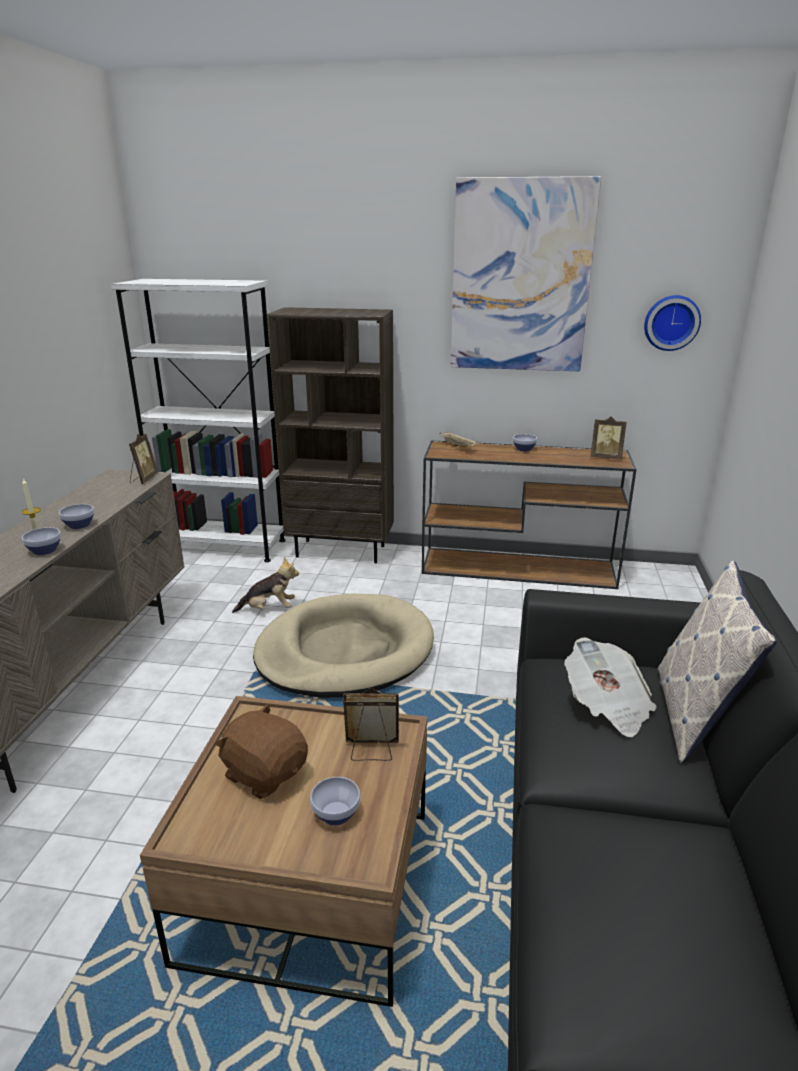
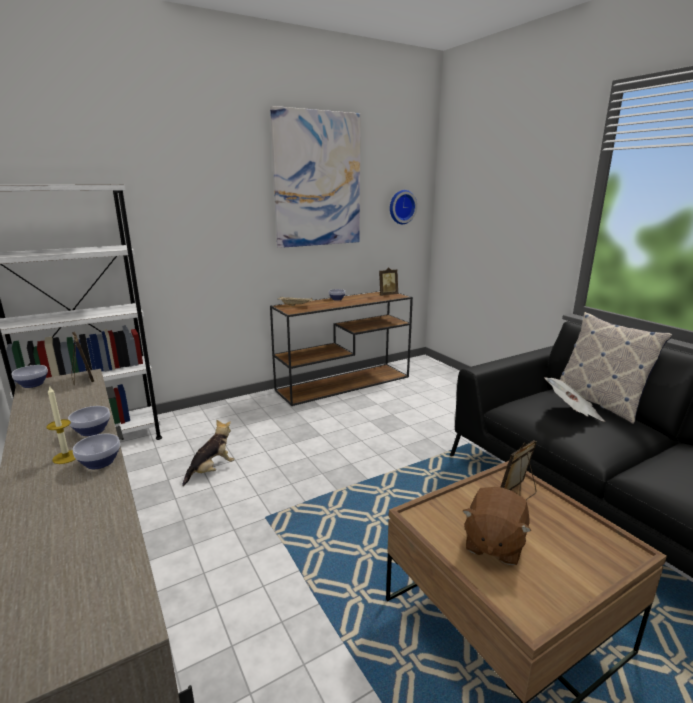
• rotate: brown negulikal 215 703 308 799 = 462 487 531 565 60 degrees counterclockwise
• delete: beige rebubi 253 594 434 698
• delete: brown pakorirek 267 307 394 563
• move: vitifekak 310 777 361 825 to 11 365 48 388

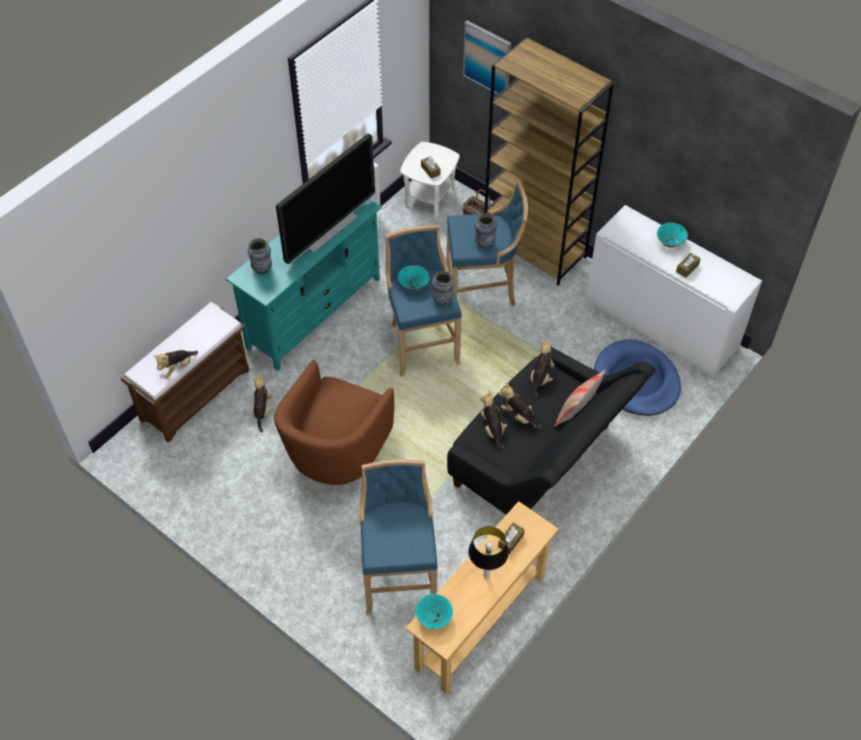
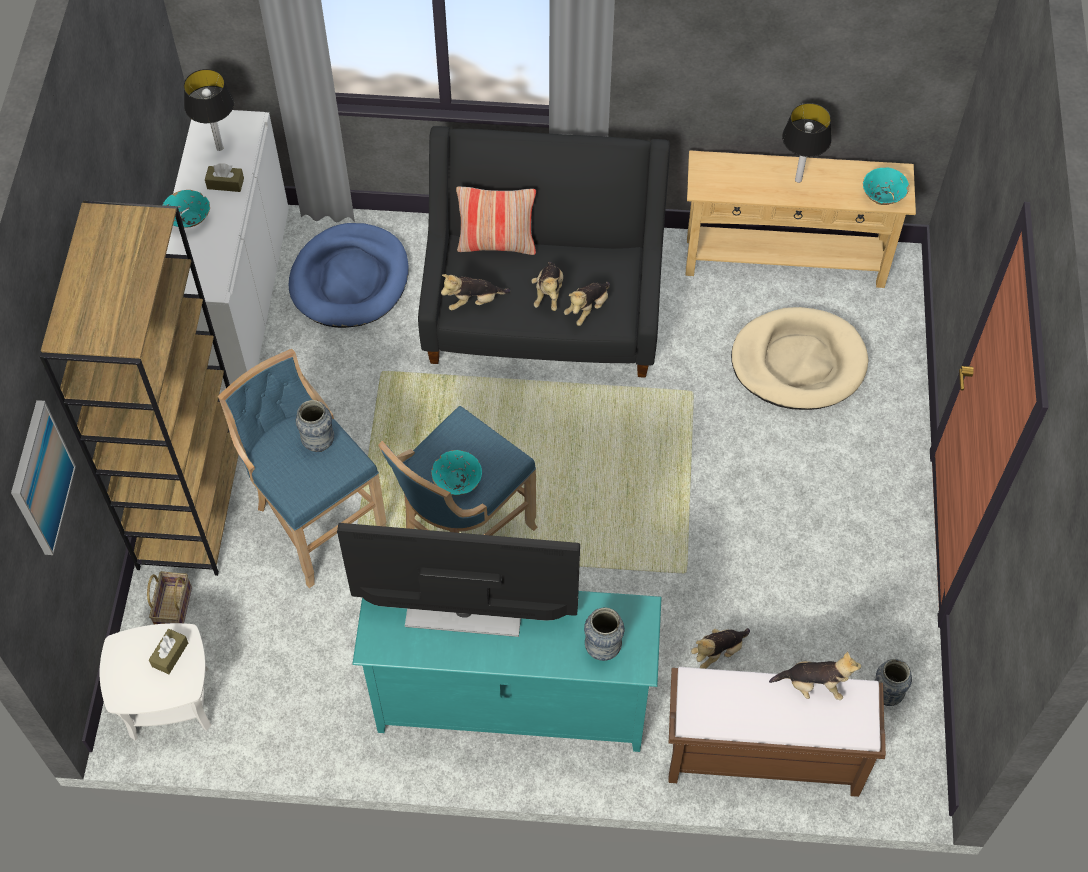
• delete: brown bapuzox 274 360 394 485
• replace: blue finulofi 360 459 438 614 to beige rebubi 731 307 868 410
• move: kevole 432 271 454 306 to 874 659 912 706
• delete: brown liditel 498 523 525 554
• insert: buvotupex 184 69 234 151

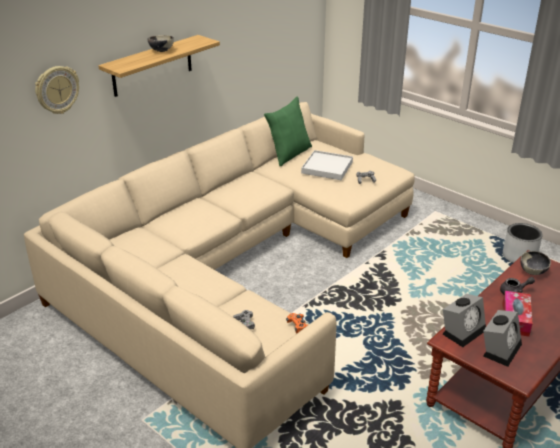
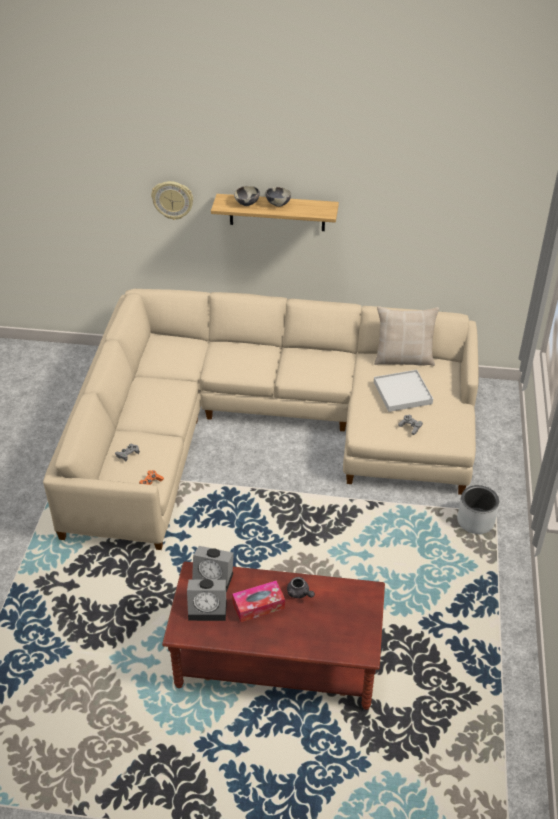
• recolor: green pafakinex 264 96 312 166 to beige pafakinex 374 306 439 366
• move: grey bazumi 503 223 543 263 to 457 485 499 534
• move: vitifekak 520 251 551 275 to 234 186 260 206

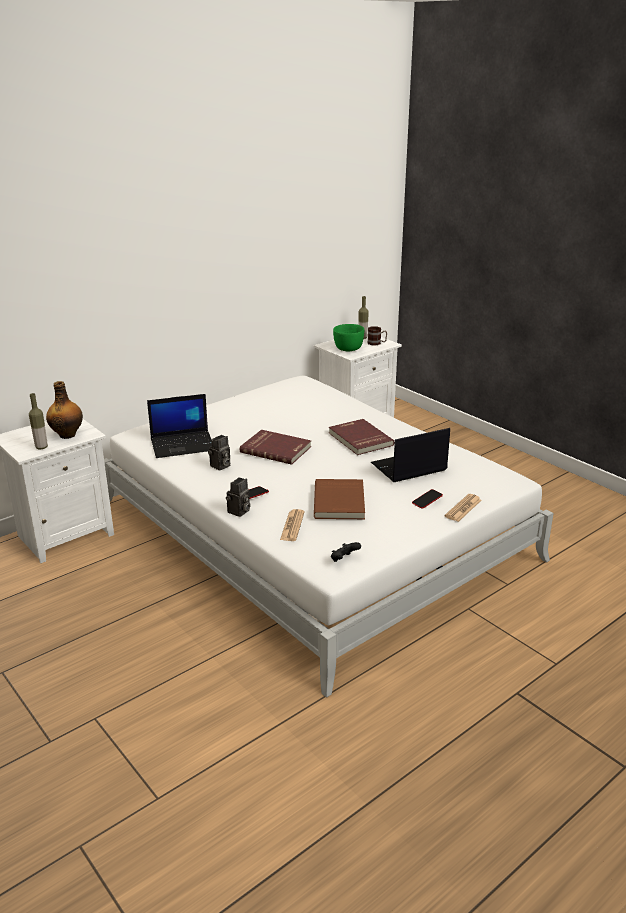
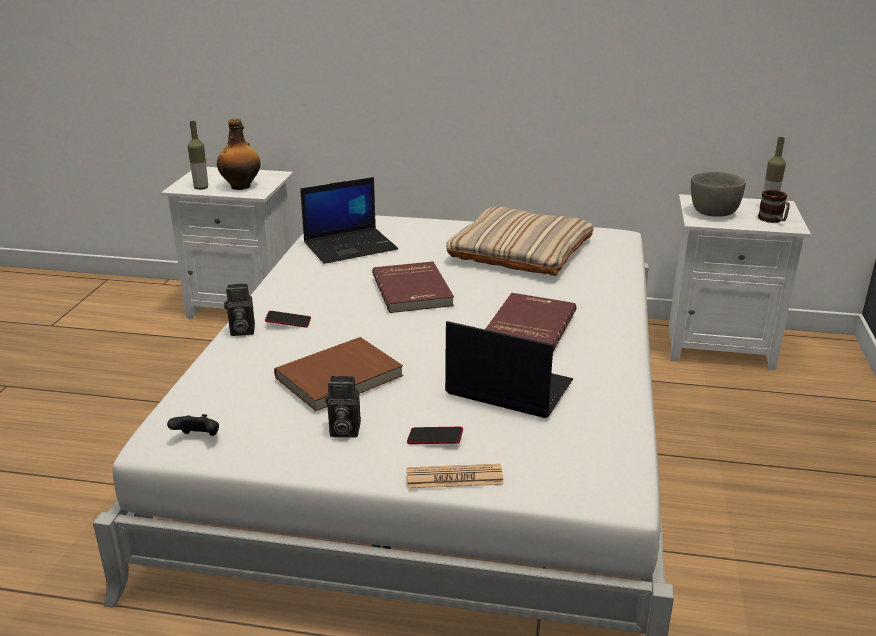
• rotate: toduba 147 394 212 458 = 300 177 398 264 60 degrees counterclockwise
• move: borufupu 208 435 230 471 to 325 376 361 438
• delete: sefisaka 280 509 305 541
• recolor: green vitifekak 333 324 364 351 to grey vitifekak 691 172 746 217
• insert: beige pafakinex 446 207 593 276

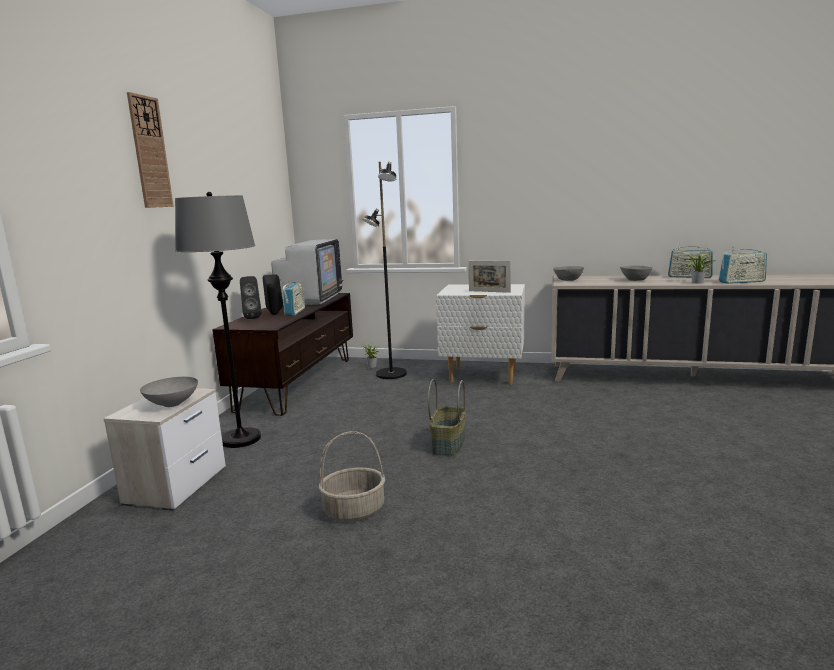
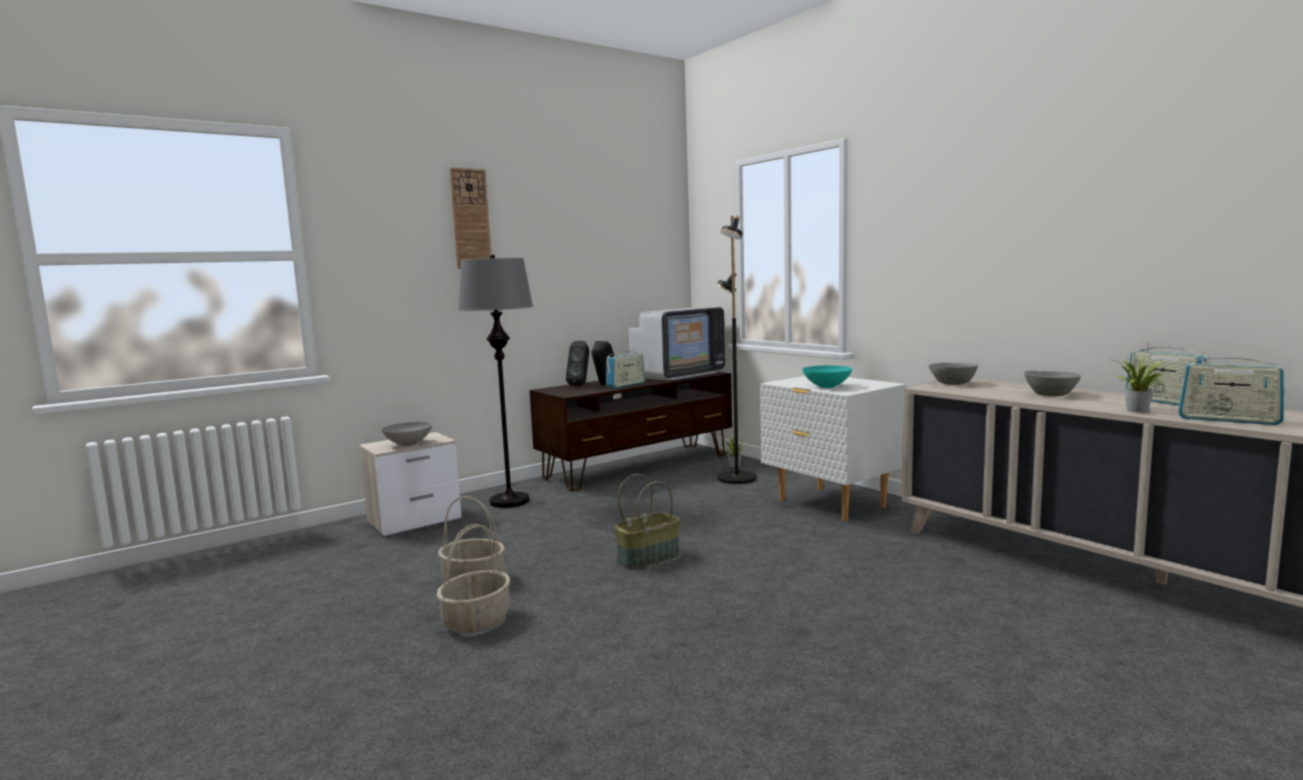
• replace: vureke 468 261 511 293 to turquoise vitifekak 802 365 852 388
• insert: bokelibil 436 524 510 633

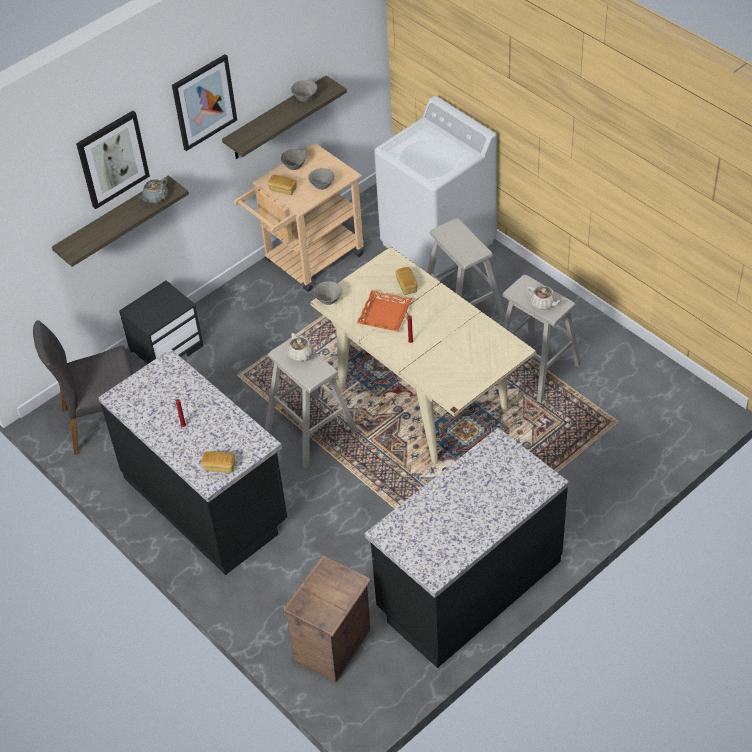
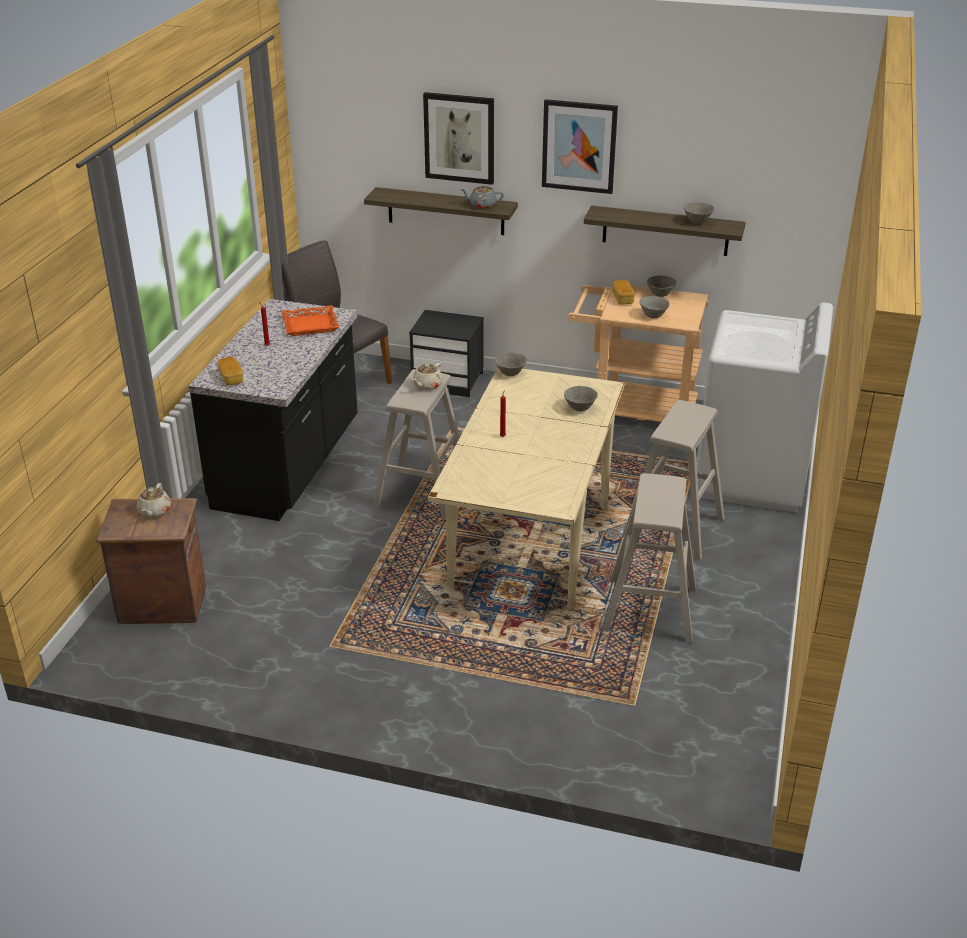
• move: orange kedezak 357 290 412 332 to 281 305 339 336
• delete: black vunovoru 365 428 569 668
• replace: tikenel 395 267 418 295 to grey vitifekak 564 386 598 411
• move: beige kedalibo 527 286 563 310 to 137 483 171 518

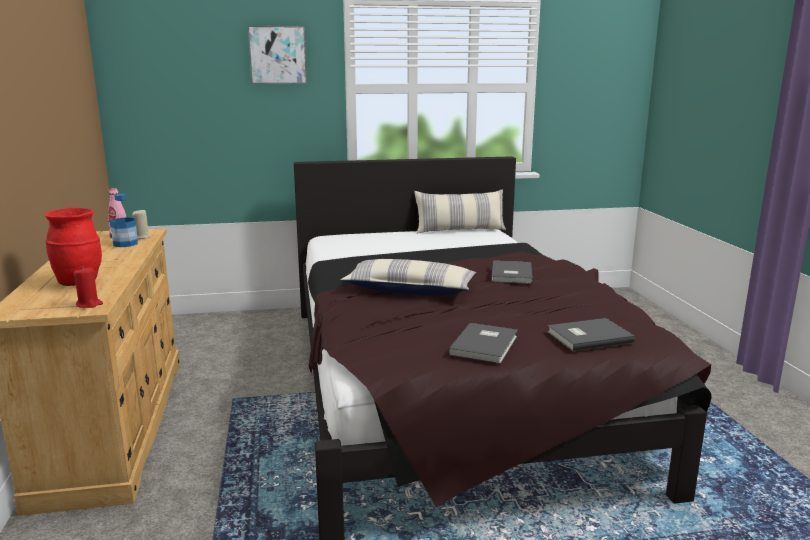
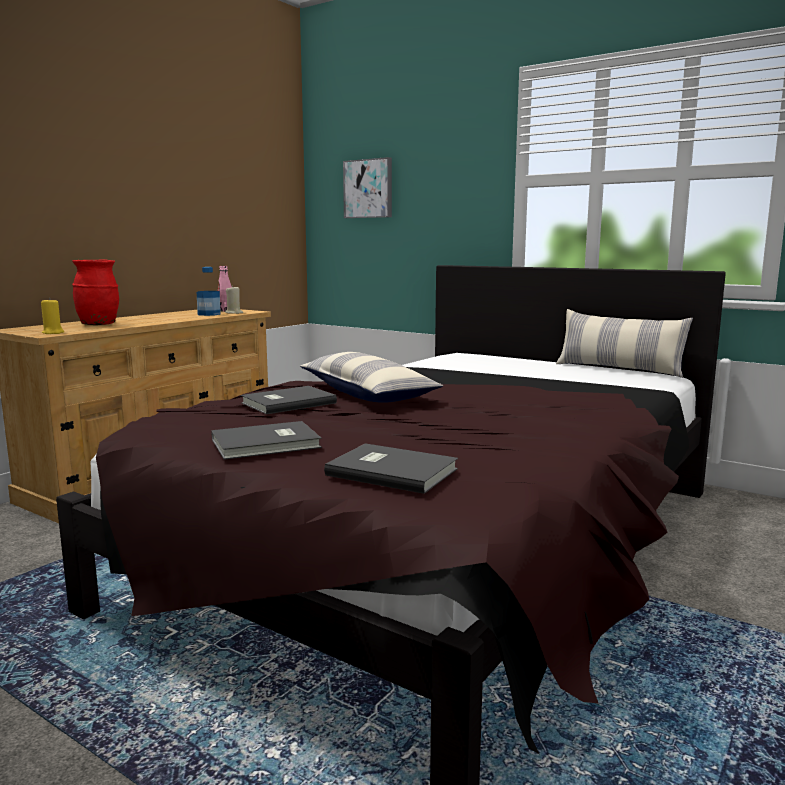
• recolor: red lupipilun 74 266 103 308 to yellow lupipilun 41 298 64 334
• move: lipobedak 248 26 307 84 to 343 157 392 218
• move: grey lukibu 491 261 533 284 to 241 386 337 414

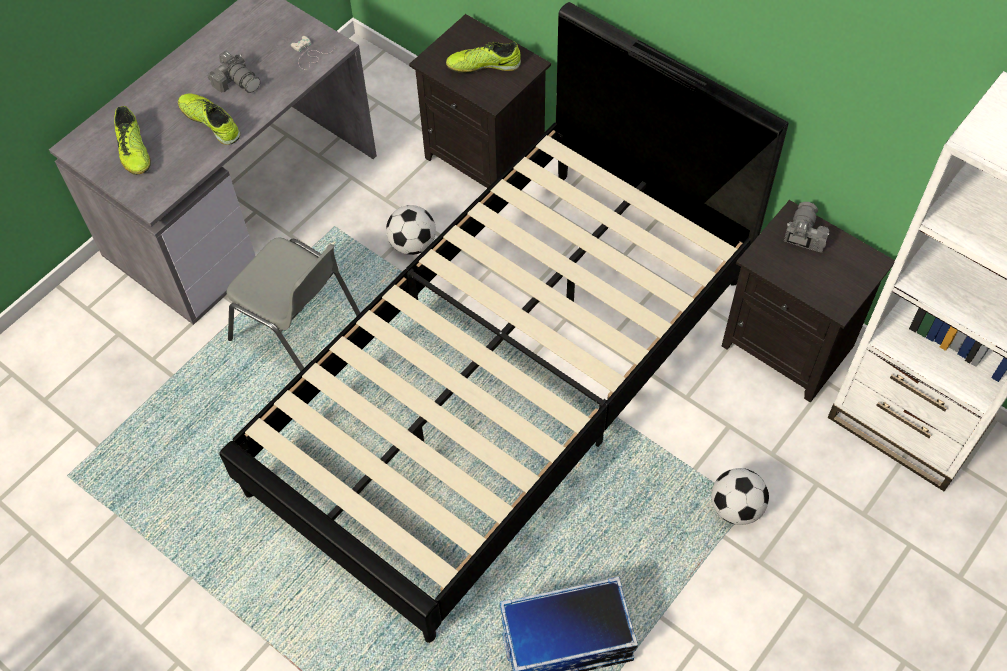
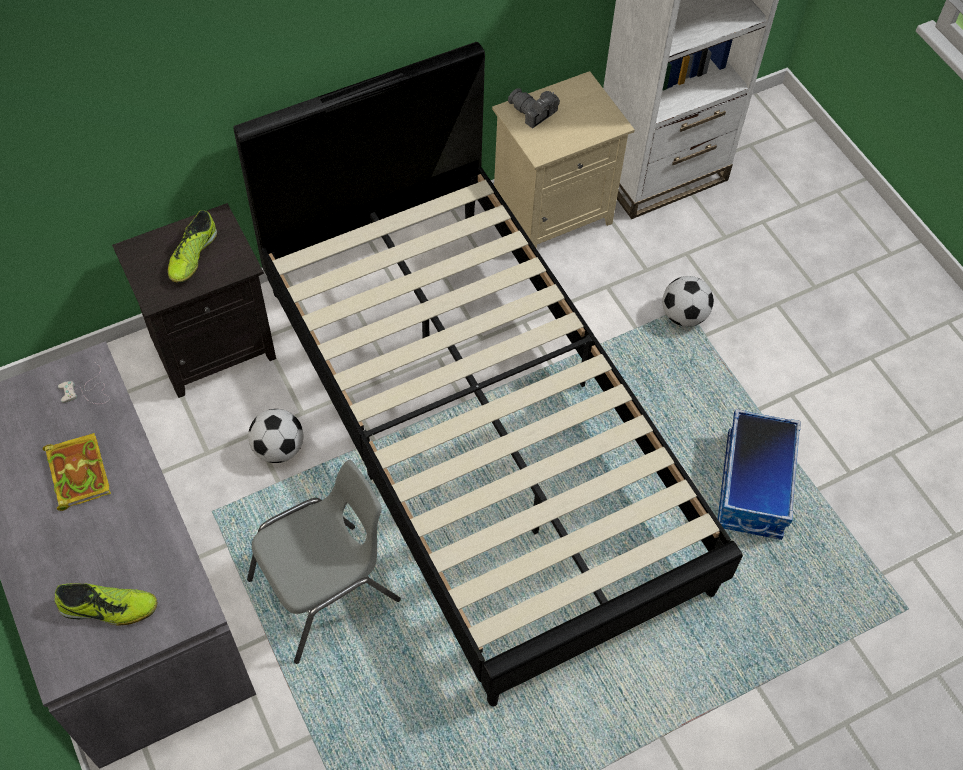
• delete: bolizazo 178 94 240 145
• replace: borufupu 208 51 260 93 to lukibu 43 433 111 511
• recolor: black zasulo 722 200 895 403 to beige zasulo 492 71 635 249

